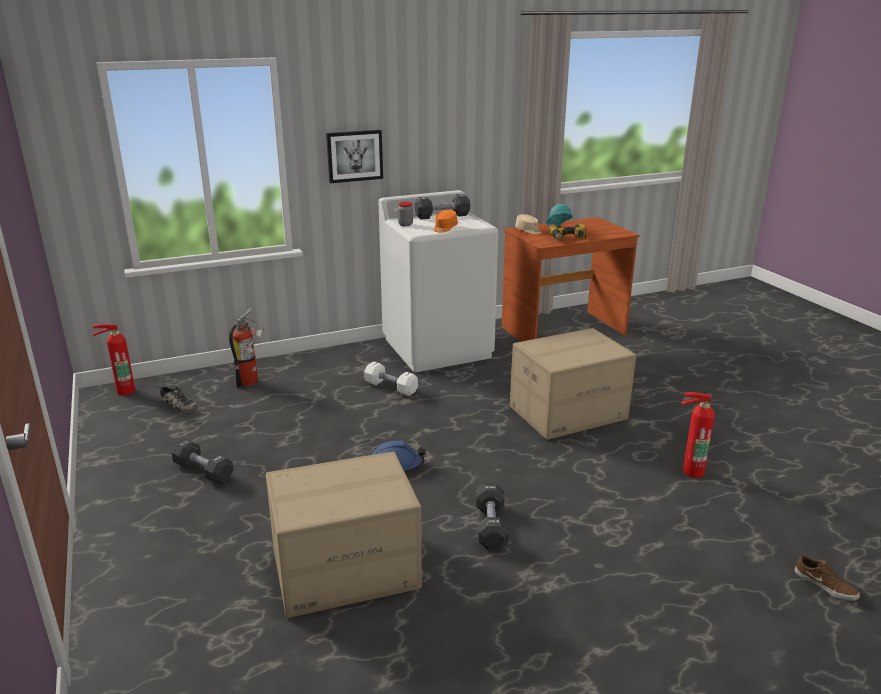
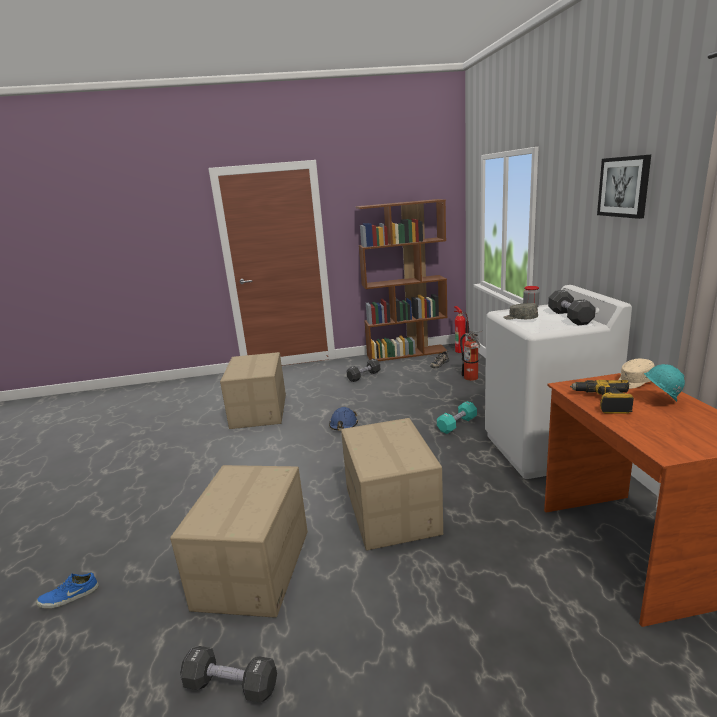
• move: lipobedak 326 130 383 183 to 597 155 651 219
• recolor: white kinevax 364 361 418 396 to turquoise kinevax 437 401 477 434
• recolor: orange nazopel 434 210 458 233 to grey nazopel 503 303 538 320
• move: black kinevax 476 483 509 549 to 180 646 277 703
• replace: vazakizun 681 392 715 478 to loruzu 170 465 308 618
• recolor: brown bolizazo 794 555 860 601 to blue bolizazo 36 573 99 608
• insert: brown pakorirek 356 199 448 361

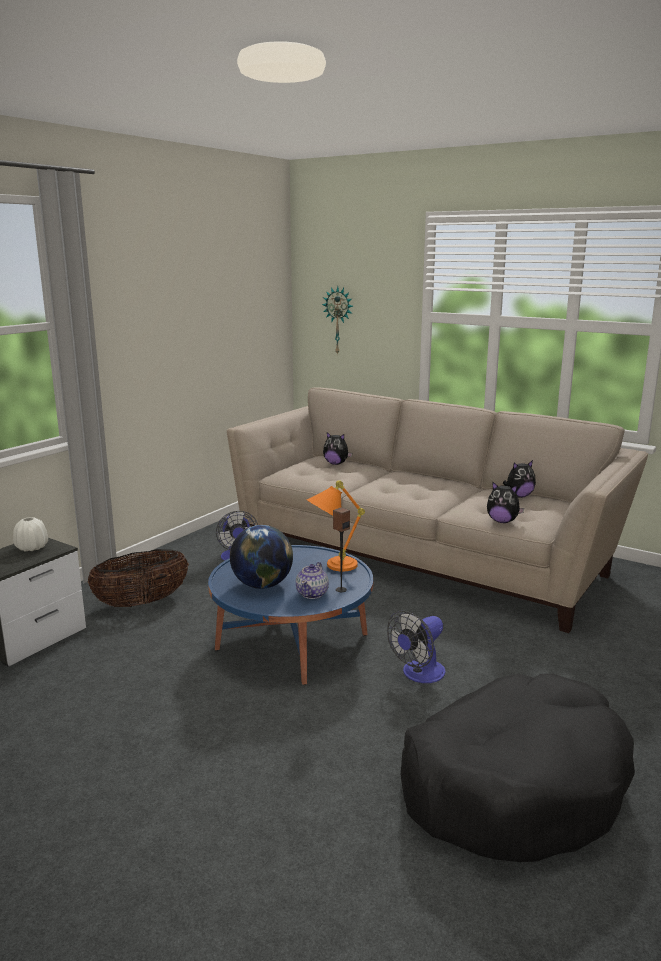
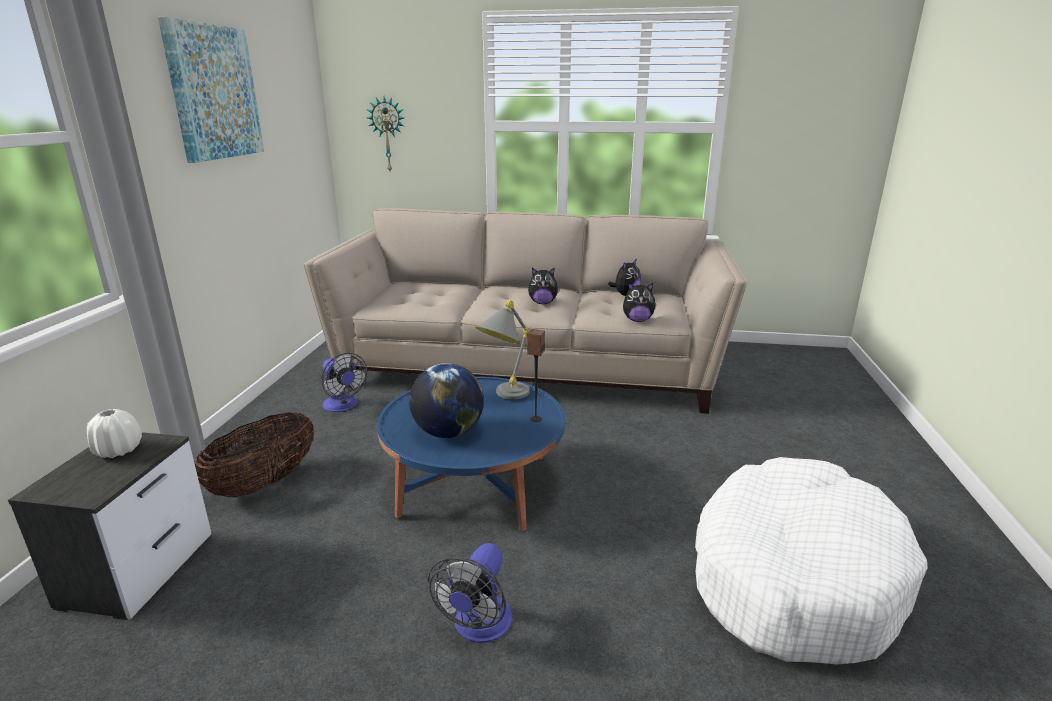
• delete: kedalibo 296 562 329 599
• recolor: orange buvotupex 306 480 365 572 to grey buvotupex 476 300 530 400
• move: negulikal 323 432 352 465 to 528 268 560 304
• move: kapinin 387 611 445 683 to 428 543 512 643
• recolor: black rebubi 401 674 635 862 to white rebubi 695 457 928 664
• insert: lipobedak 158 17 264 163

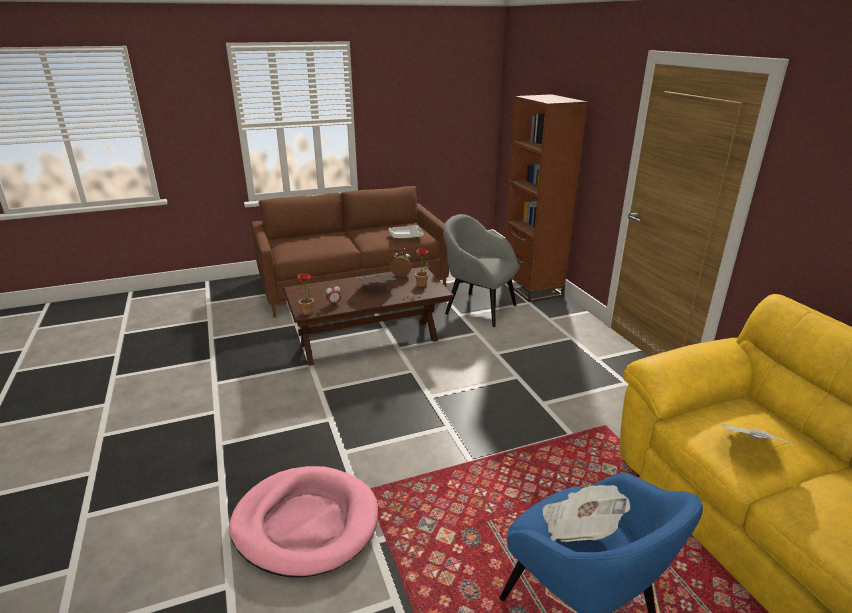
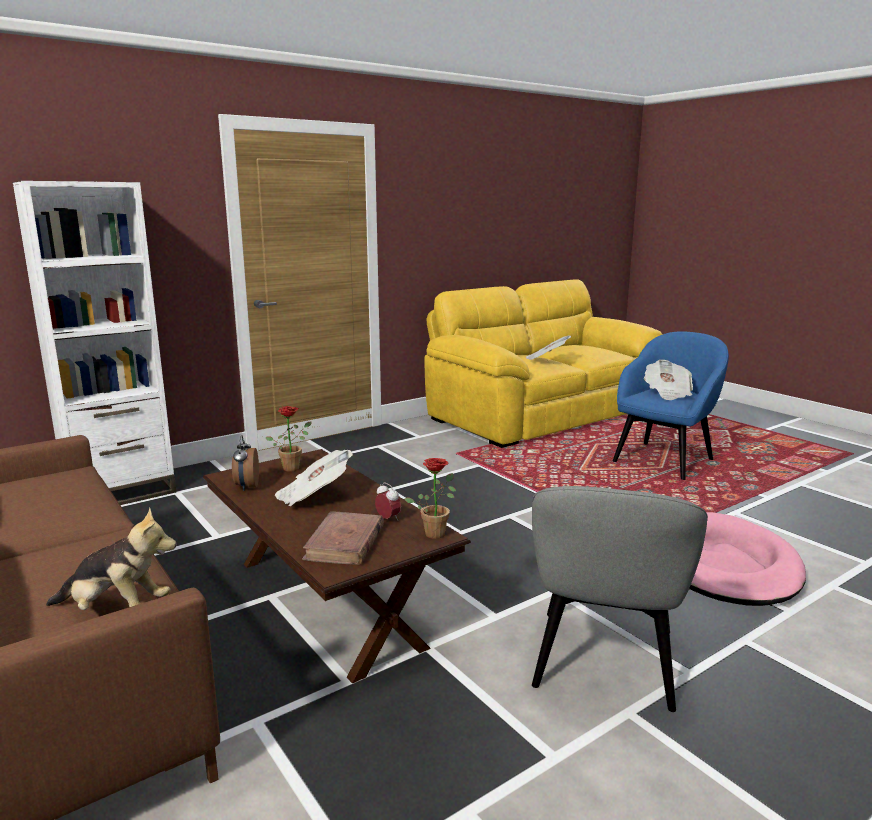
• delete: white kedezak 388 225 424 238
• move: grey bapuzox 443 214 520 327 to 532 486 708 712
• recolor: brown pakorirek 505 94 588 302 to white pakorirek 13 181 176 505
• insert: negulikal 46 507 177 610
• insert: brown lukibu 302 511 384 565

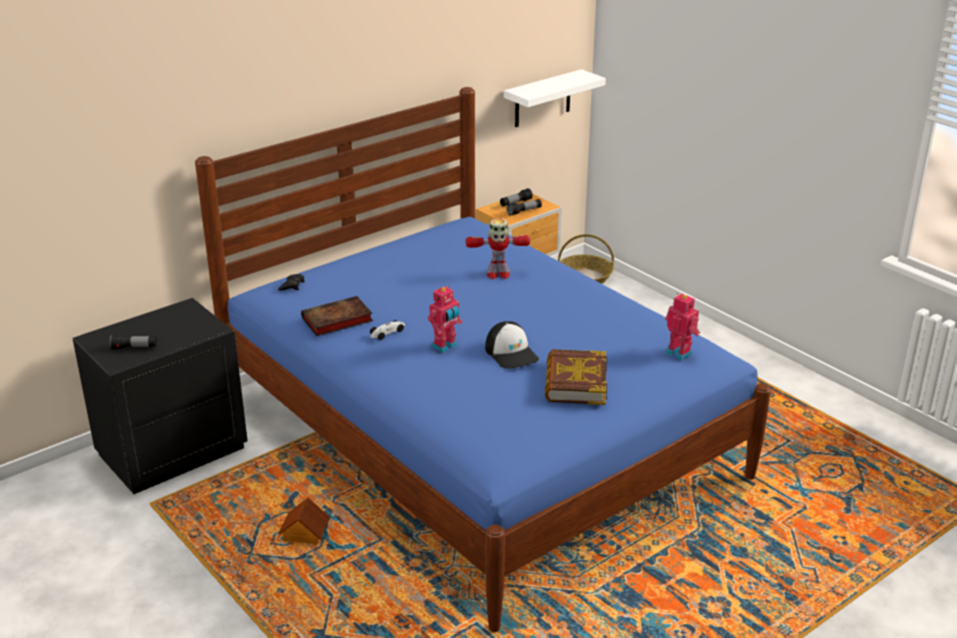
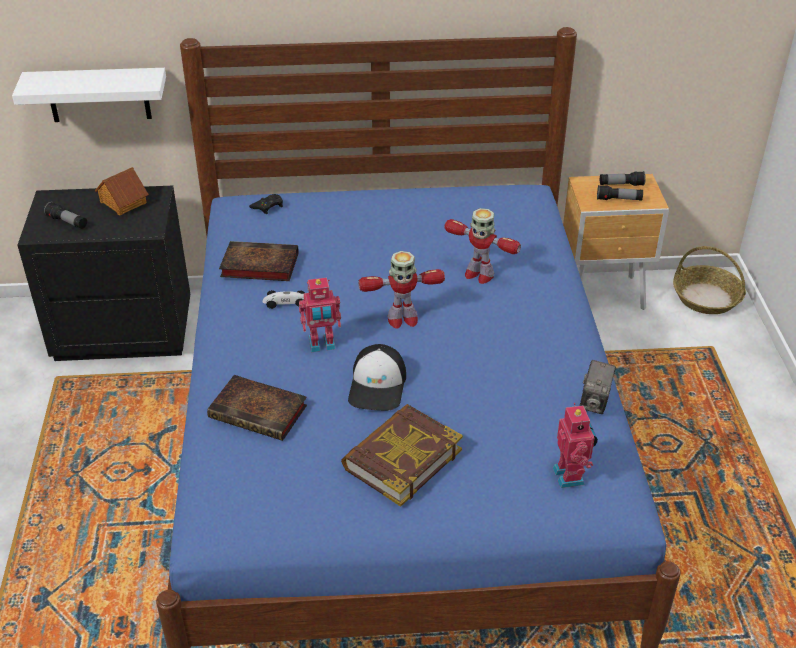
• move: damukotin 278 497 330 545 to 95 167 149 216
• move: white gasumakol 504 69 606 127 to 12 68 166 122
• insert: lukibu 207 375 307 441
• insert: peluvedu 359 251 445 329
• insert: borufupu 579 360 616 414

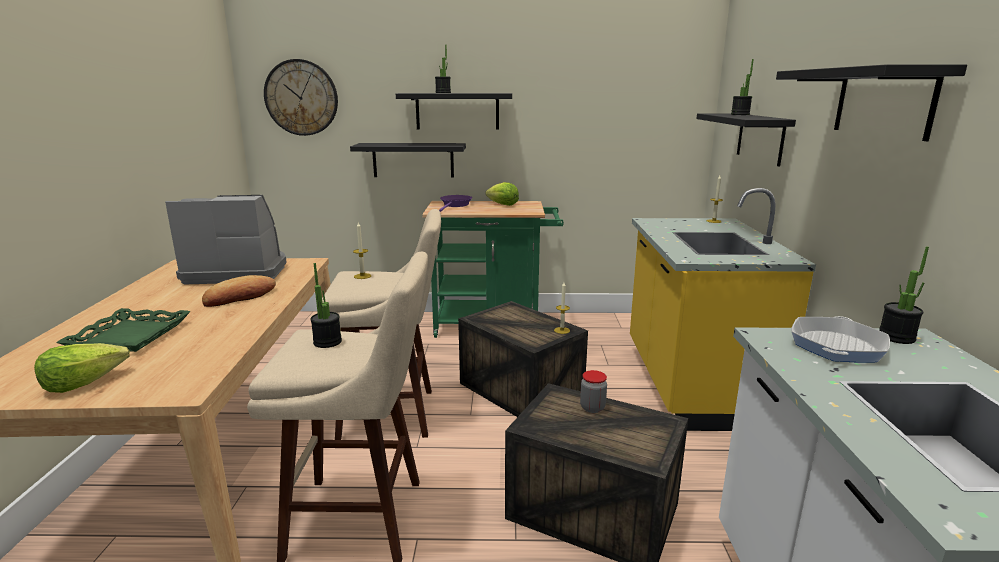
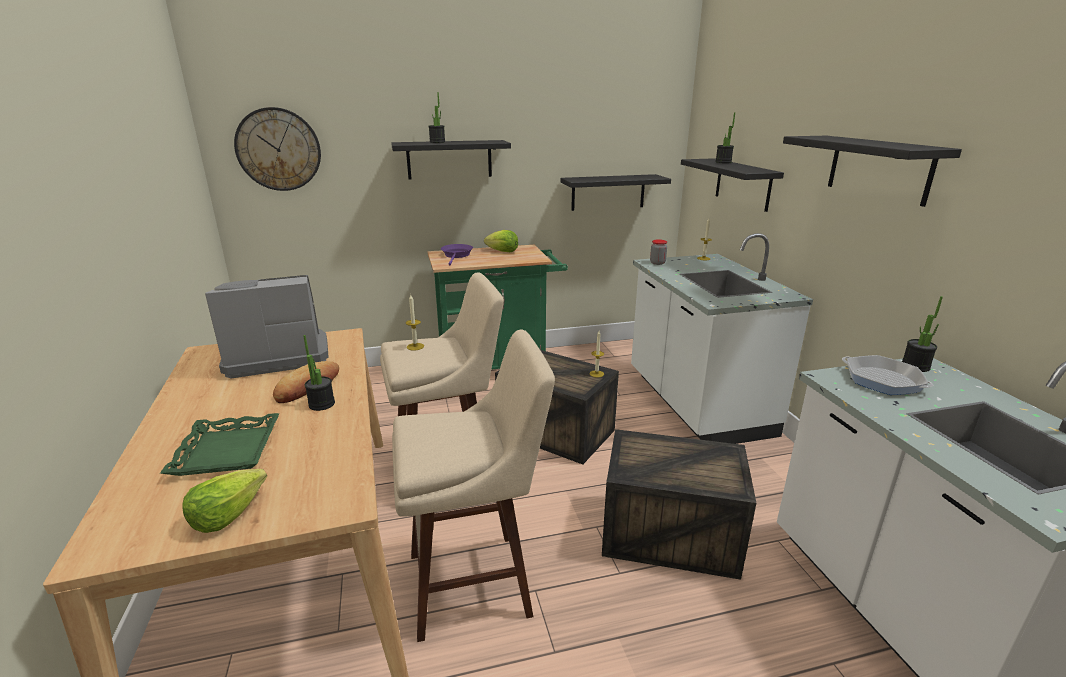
• move: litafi 310 263 342 348 to 303 335 335 411
• move: black gasumakol 350 143 466 178 to 561 174 671 211
• move: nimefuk 580 370 607 413 to 650 239 667 265
• recolor: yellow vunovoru 630 188 816 431 to white vunovoru 631 233 813 444
• rotate: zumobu 791 316 890 363 = 842 355 933 395 60 degrees counterclockwise

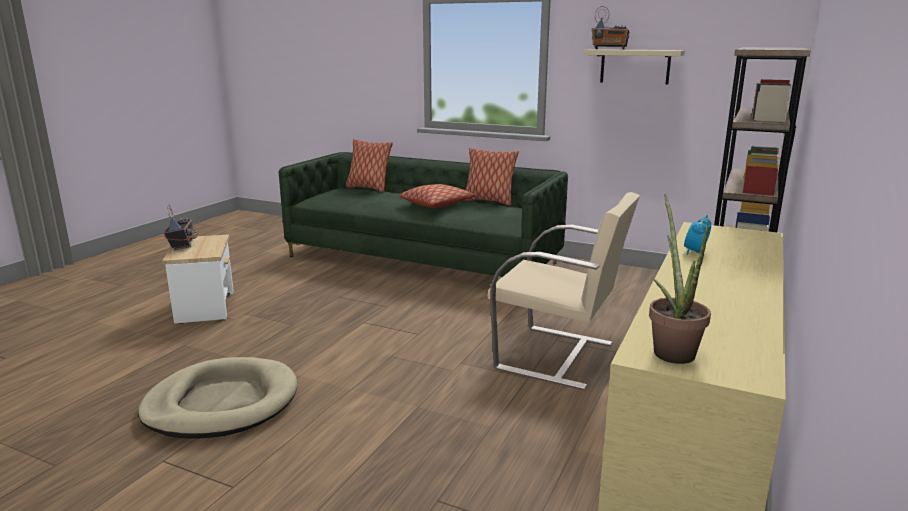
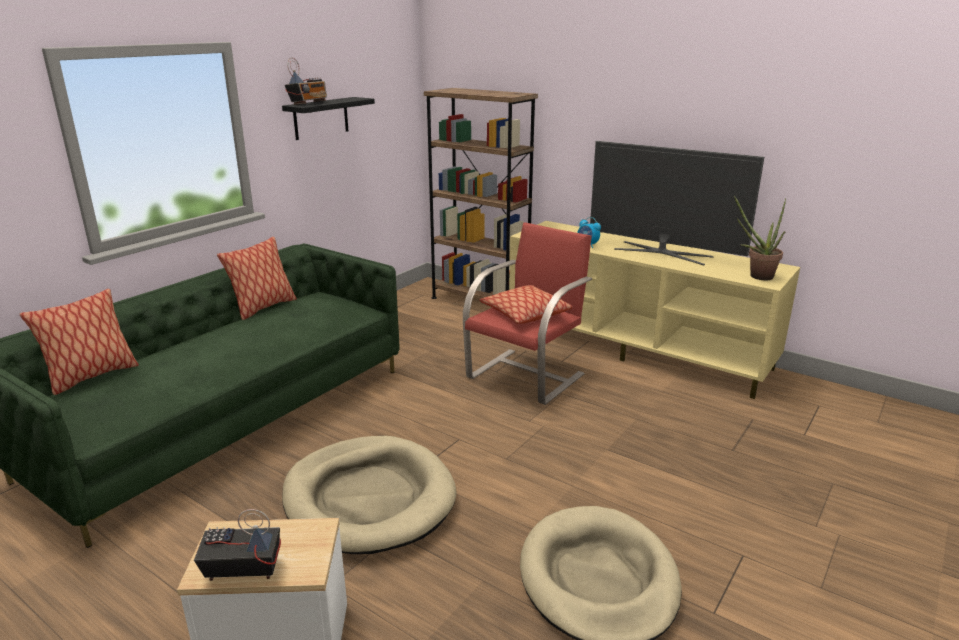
• move: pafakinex 399 184 475 208 to 479 285 573 324
• recolor: beige bapuzox 488 192 640 390 to red bapuzox 463 223 592 405
• recolor: beige gasumakol 583 49 685 85 to black gasumakol 282 97 375 140
• insert: beige rebubi 282 436 457 554
• insert: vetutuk 590 141 764 265

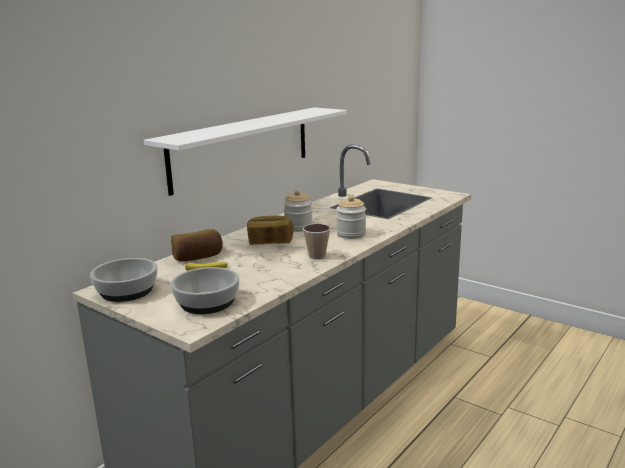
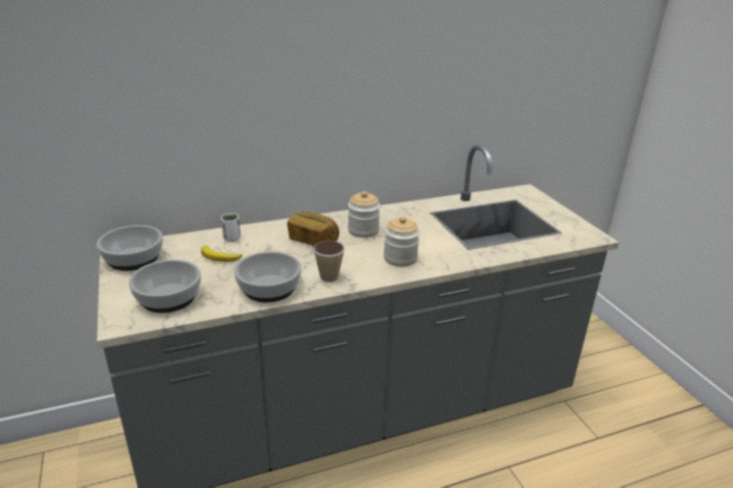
• delete: white gasumakol 144 107 347 196
• replace: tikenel 171 229 223 262 to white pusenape 221 213 241 242
• insert: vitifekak 234 251 301 302

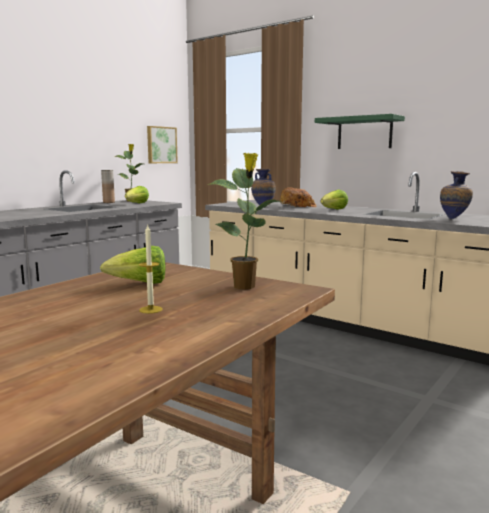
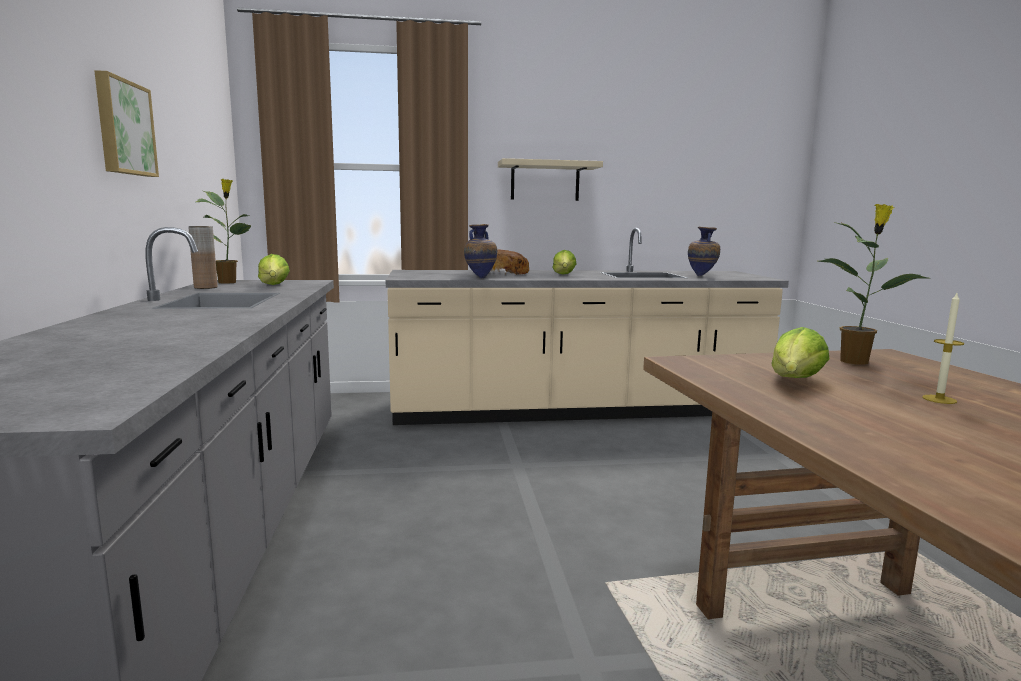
• move: lipobedak 147 126 178 163 to 94 70 159 177
• recolor: green gasumakol 315 114 405 149 to beige gasumakol 498 158 603 201

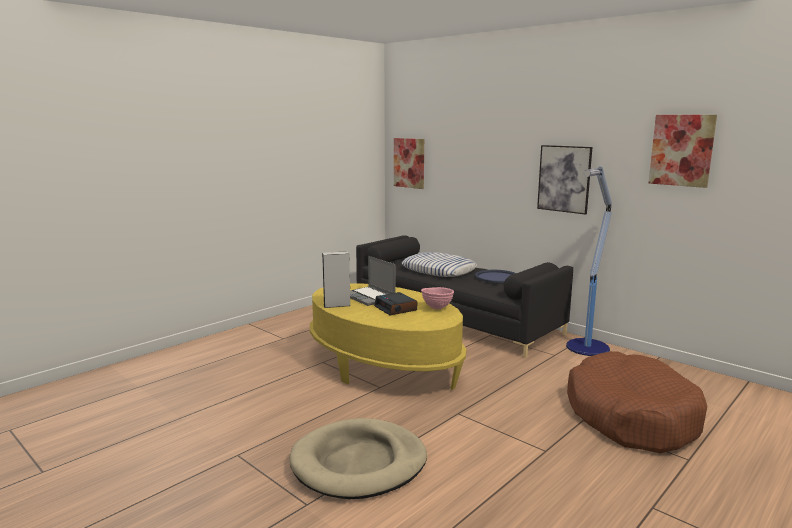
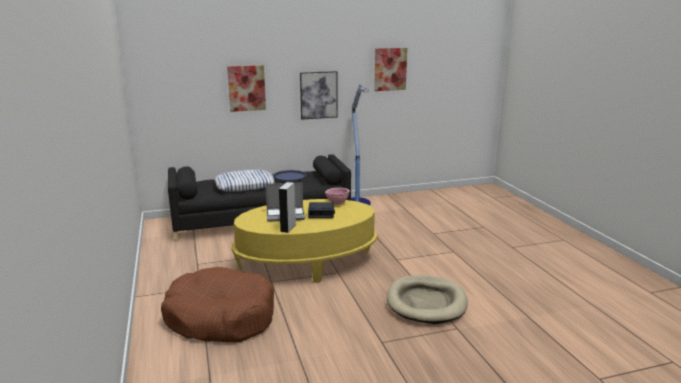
• move: lipobedak 394 138 424 189 to 227 65 266 112
• move: brown rebubi 567 351 707 453 to 161 267 274 342

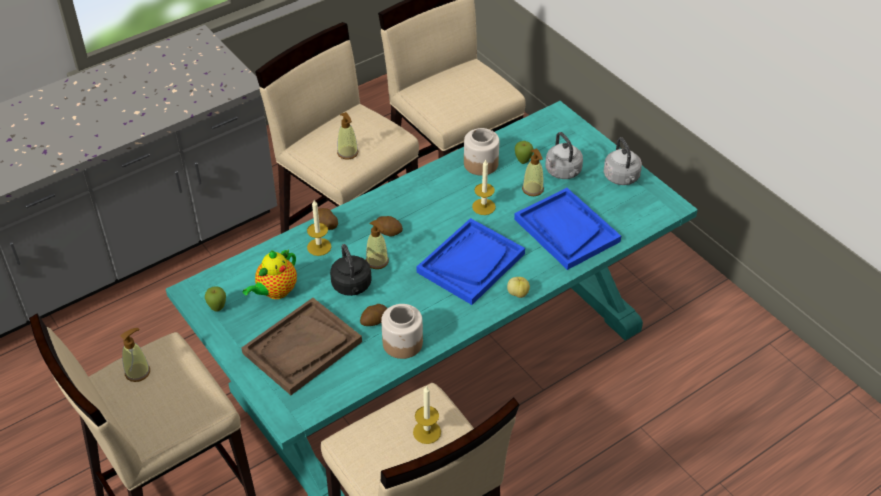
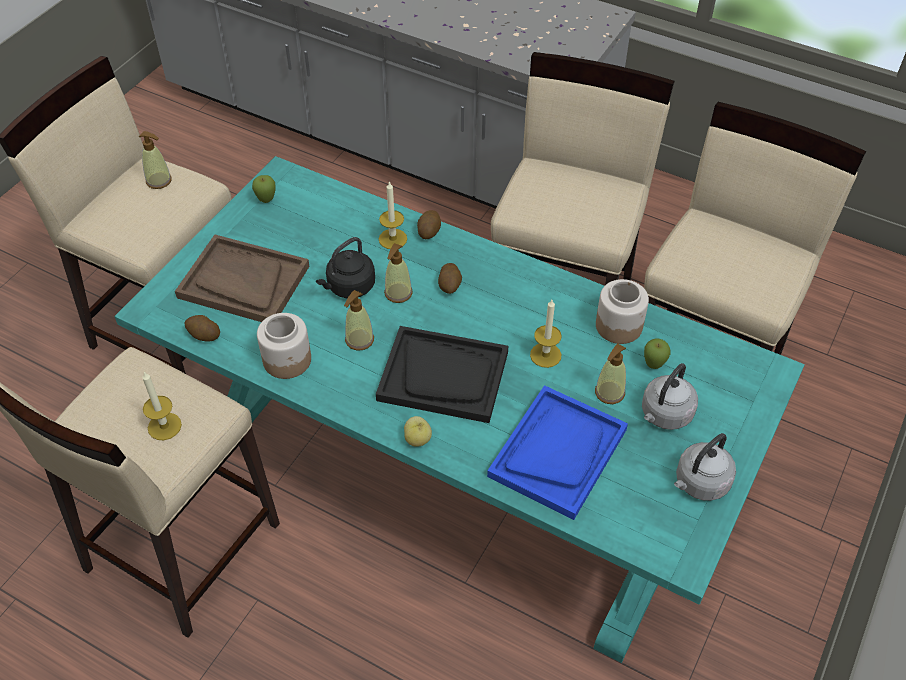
• delete: kedalibo 243 249 297 299
• move: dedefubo 337 112 358 159 to 344 290 374 350
• move: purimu 360 304 387 326 to 185 315 220 342
• recolor: blue kedezak 417 218 525 305 to black kedezak 376 326 508 423

